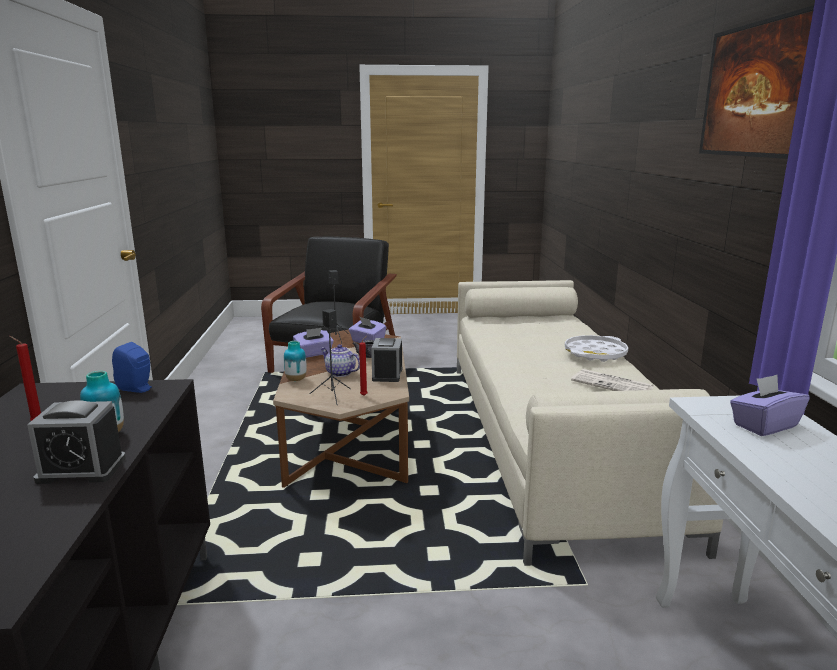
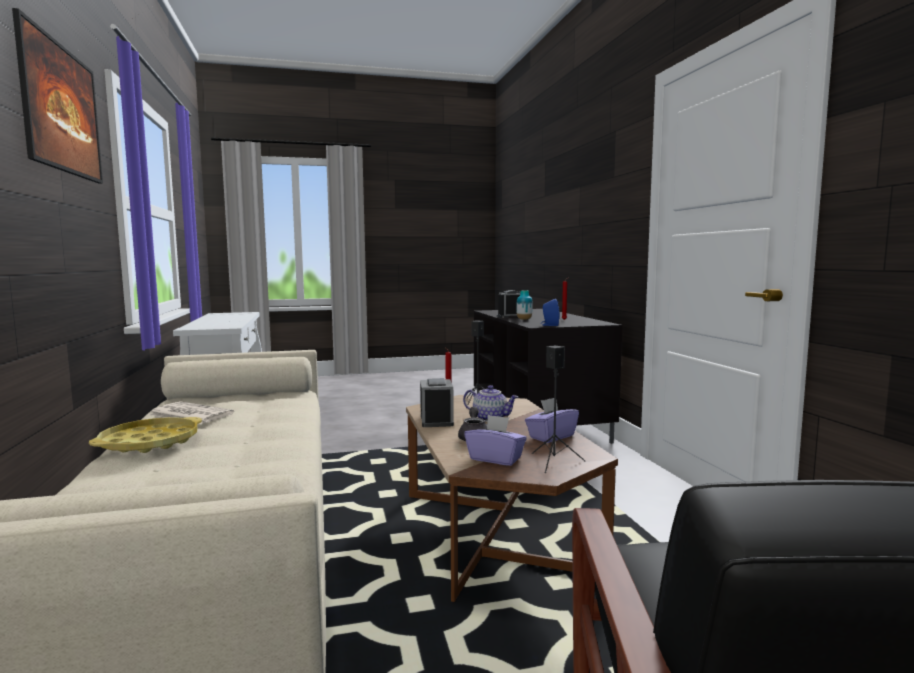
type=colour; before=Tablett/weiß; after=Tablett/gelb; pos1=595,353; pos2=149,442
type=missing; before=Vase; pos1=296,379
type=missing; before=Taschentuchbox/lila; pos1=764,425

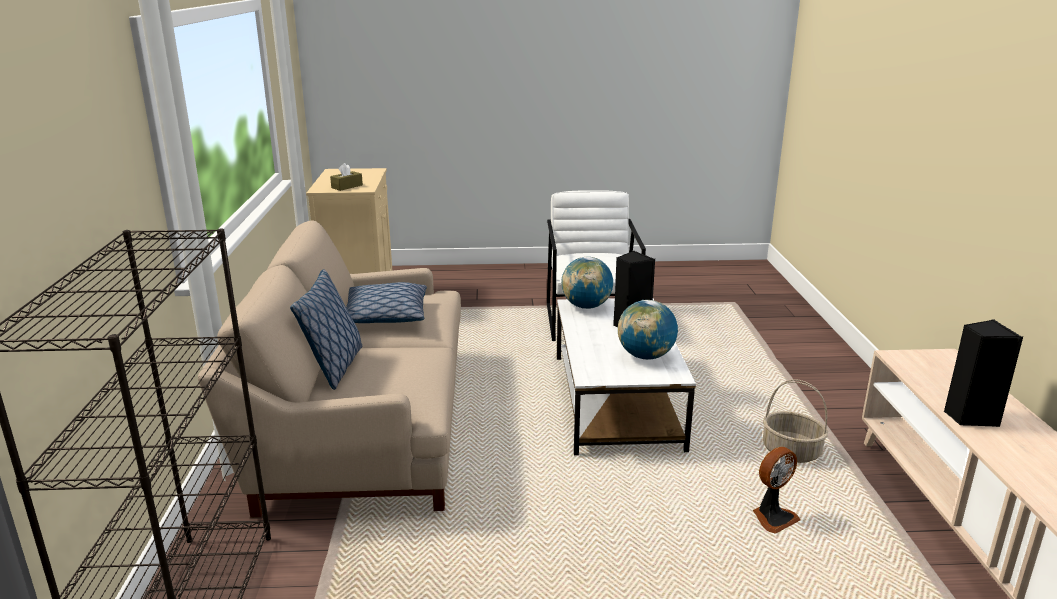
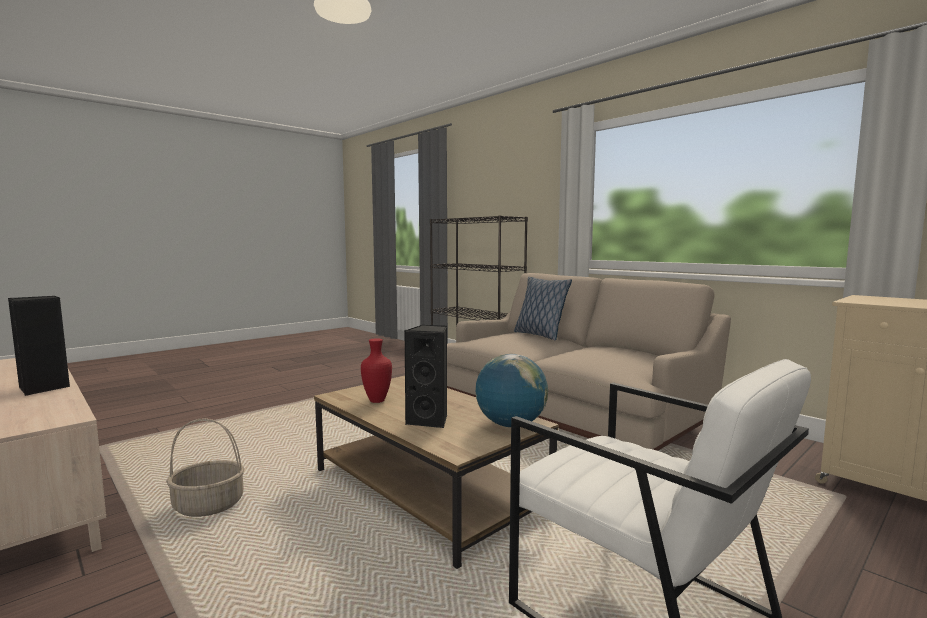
type=colour; before=Couchtisch/weiß; after=Couchtisch/braun; pos1=615,400; pos2=428,490
type=exchanged; before=Globus; after=Vase/rot; pos1=645,356; pos2=377,400
type=missing; before=Taschentuchbox/braun; pos1=347,186
type=missing; before=Kissen; pos1=385,316
type=missing; before=Ventilator; pos1=773,517

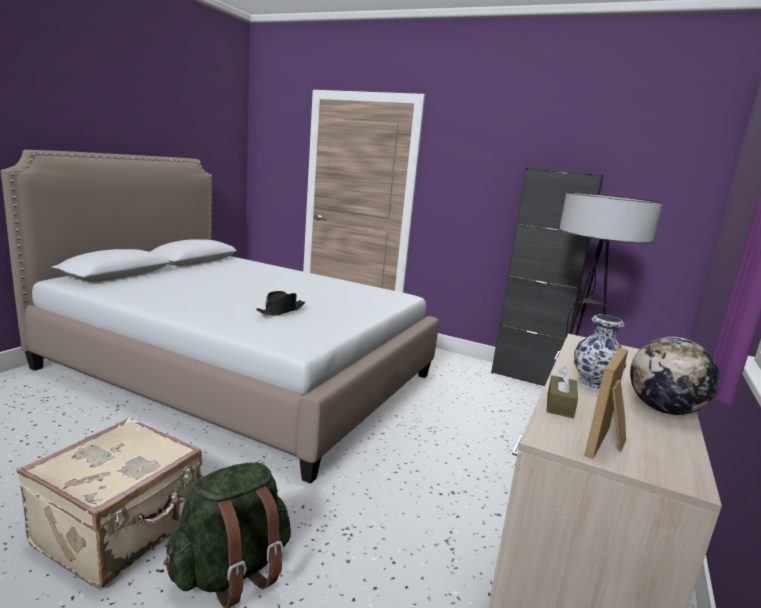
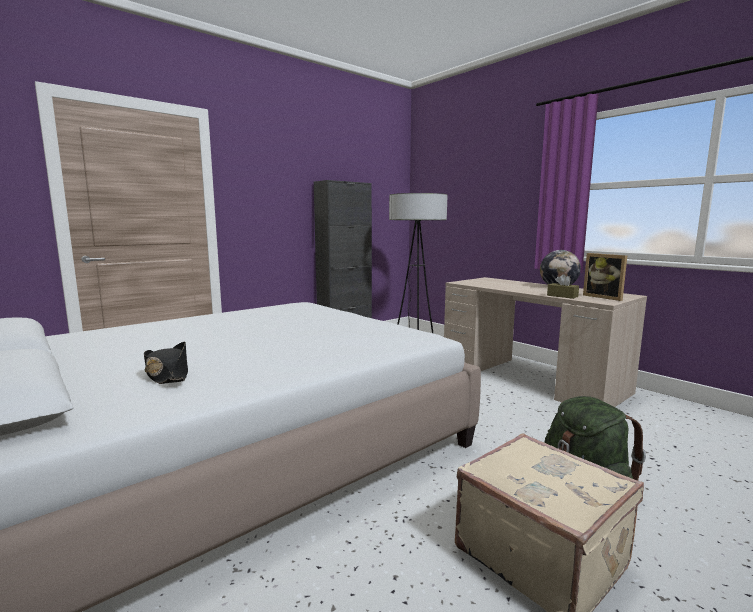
type=relocated; before=Hut/schwarz; pos1=281,311; pos2=167,374
type=missing; before=Vase; pos1=594,384

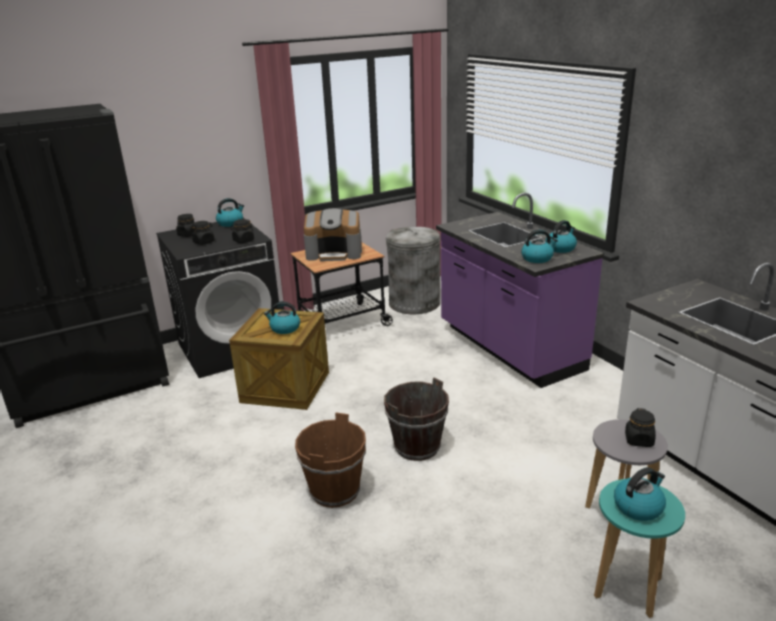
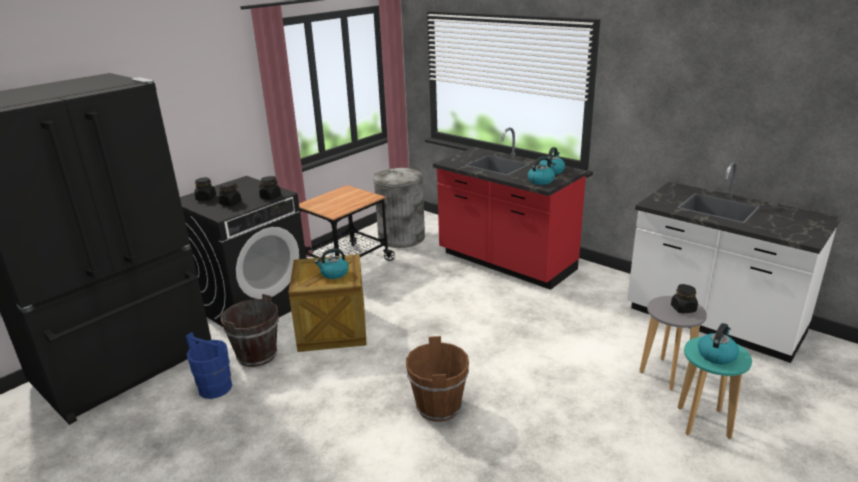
type=appeared; after=Eimer/blau; pos2=215,388
type=relocated; before=Eimer/braun; pos1=417,447; pos2=257,355
type=colour; before=Küchenzeile/lila; after=Küchenzeile/rot; pos1=508,348; pos2=505,263
type=missing; before=Wasserkessel; pos1=230,223
type=missing; before=Kaffeemaschine; pos1=334,253

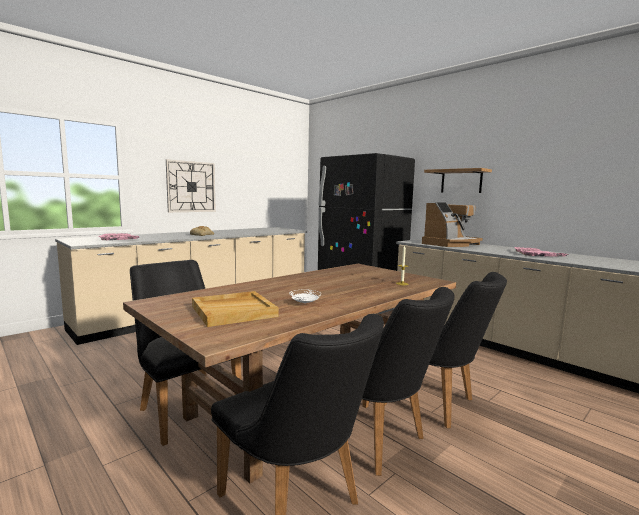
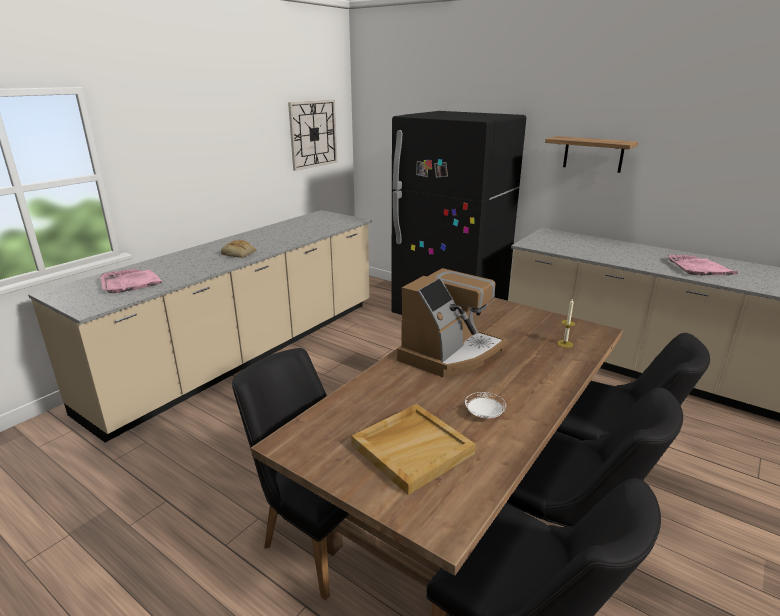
type=relocated; before=Wanduhr; pos1=191,186; pos2=313,134
type=relocated; before=Kaffeemaschine; pos1=450,244; pos2=450,354

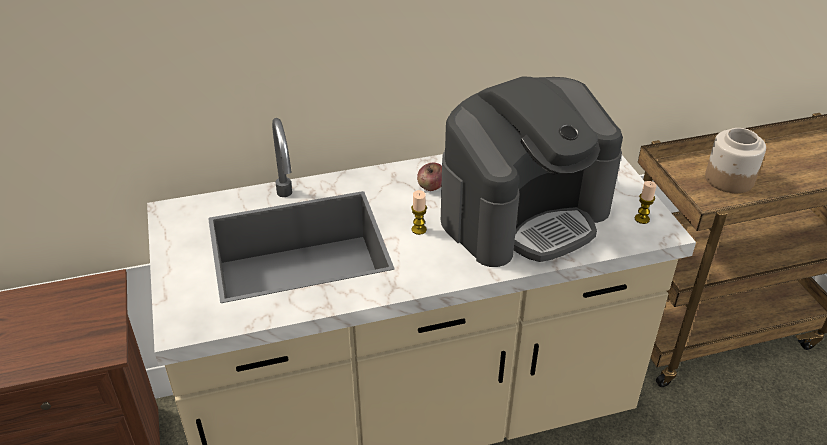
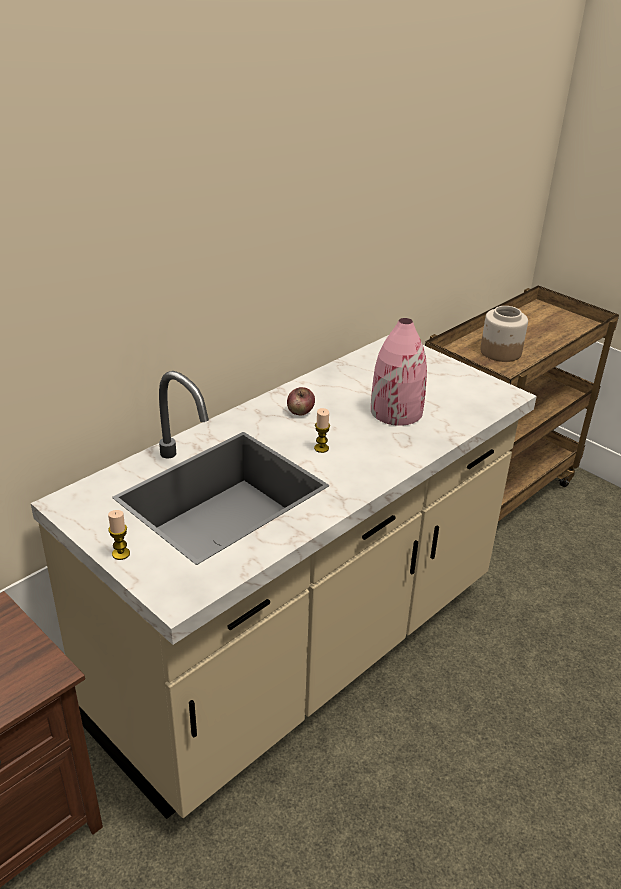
type=relocated; before=Kerze; pos1=642,219; pos2=121,554
type=exchanged; before=Kaffeemaschine; after=Vase/rosa; pos1=524,214; pos2=396,411

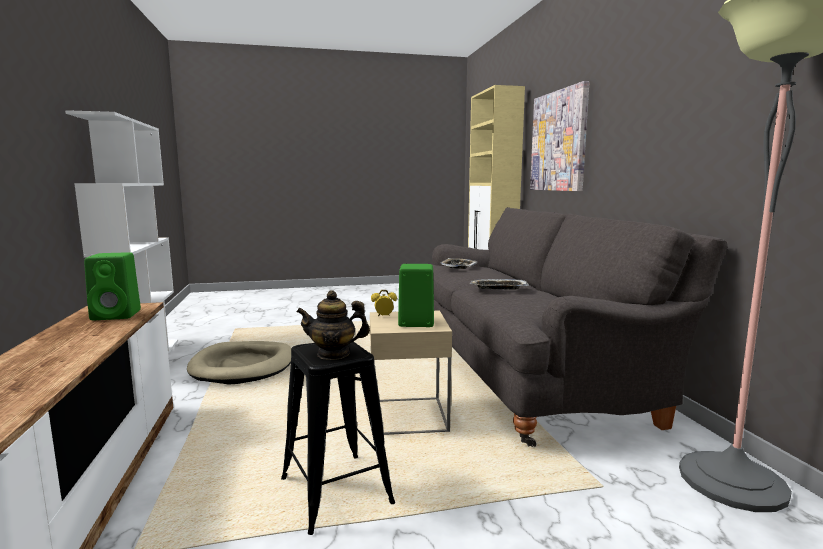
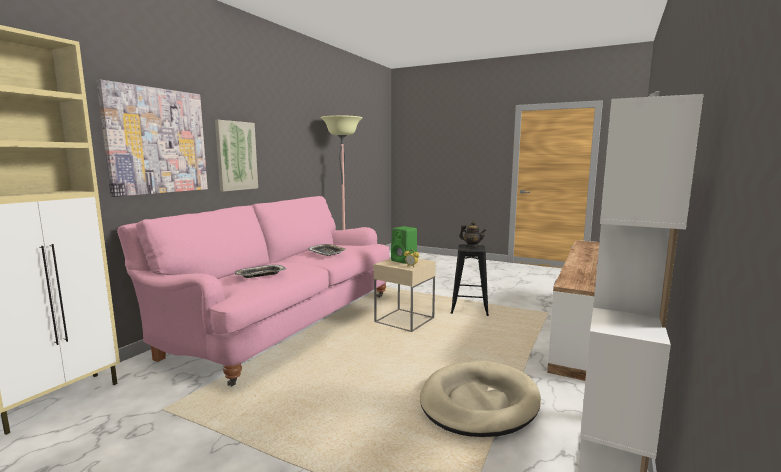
type=colour; before=Sofa/grau; after=Sofa/rosa; pos1=521,366; pos2=284,323
type=appeared; after=Bild; pos2=236,156
type=missing; before=Lautsprecher/grün; pos1=118,315

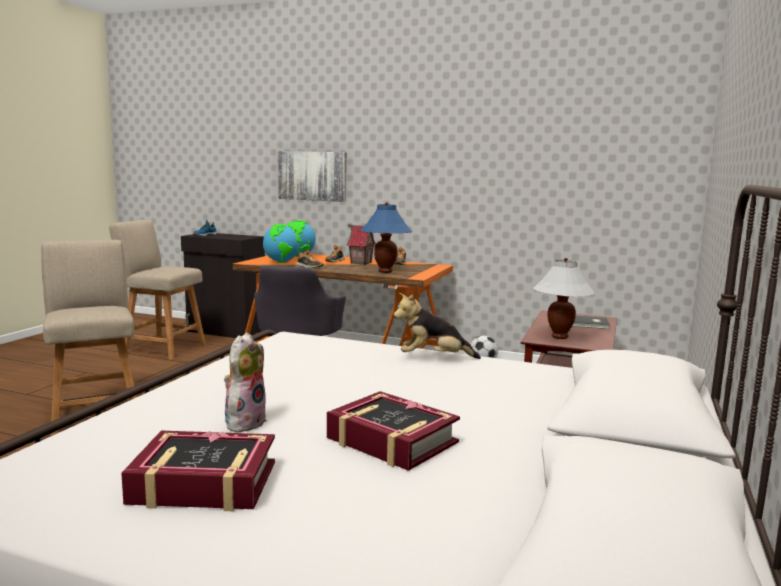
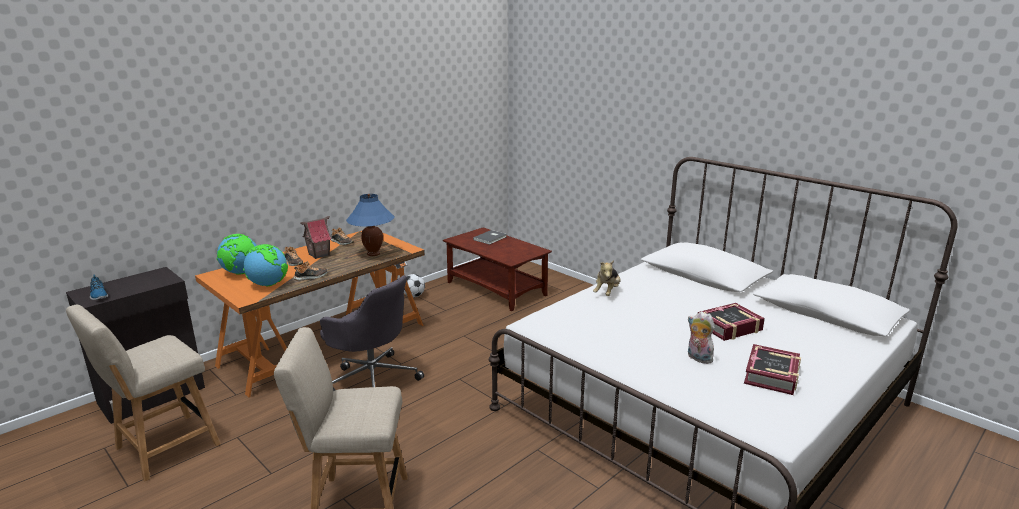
type=missing; before=Bild; pos1=312,176
type=missing; before=Tischlampe/weiß; pos1=559,337

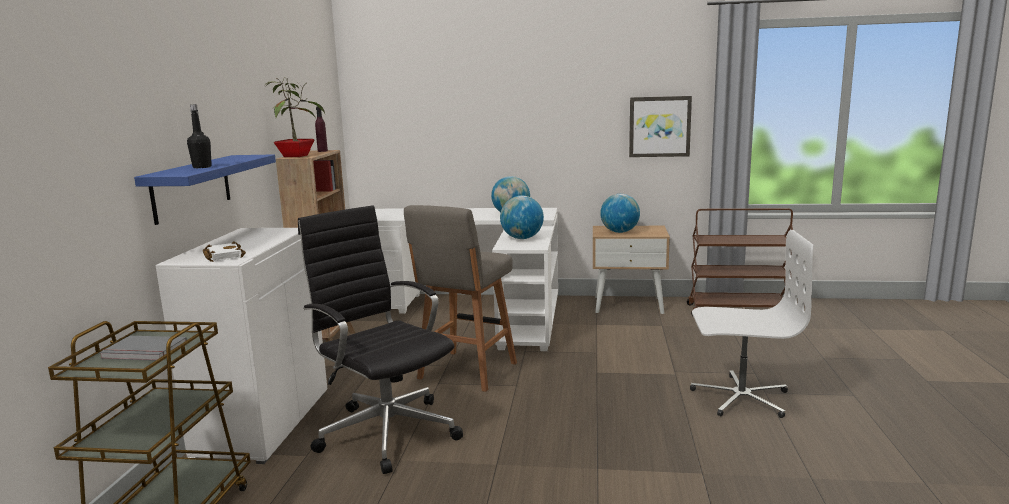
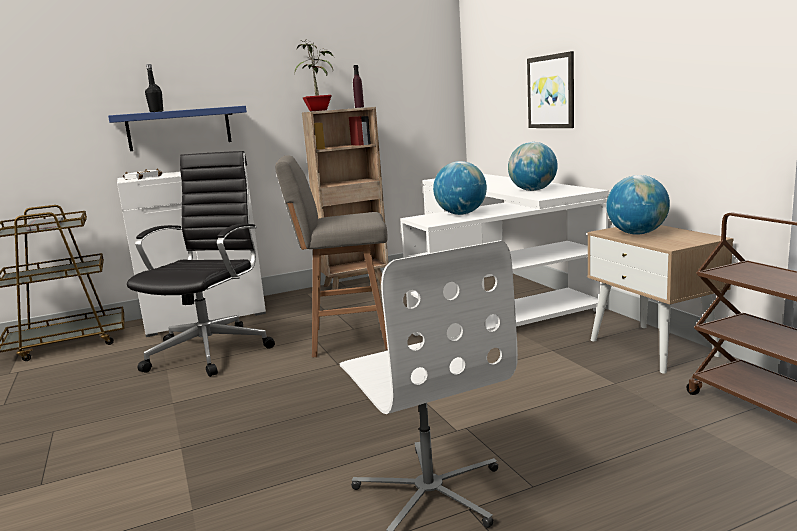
type=relocated; before=Bild; pos1=659,126; pos2=551,91

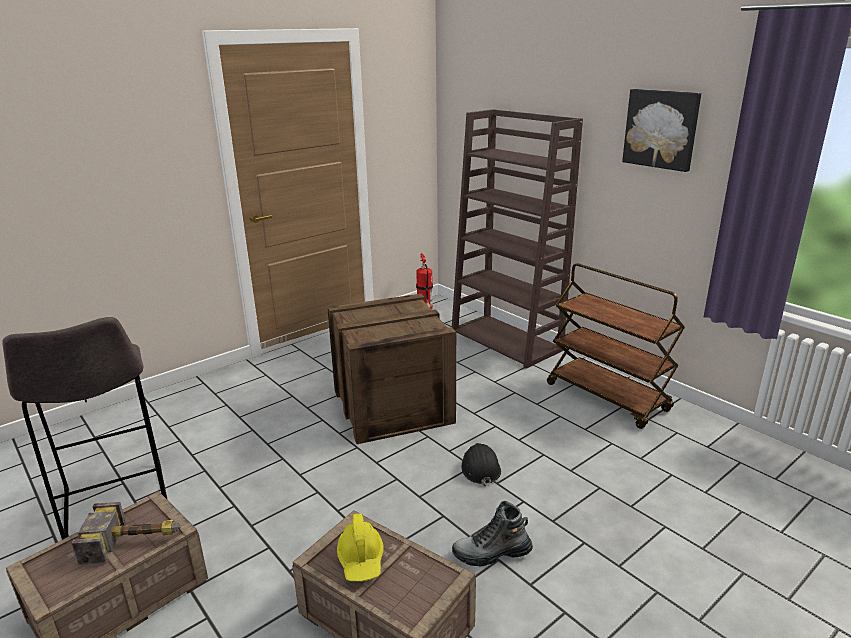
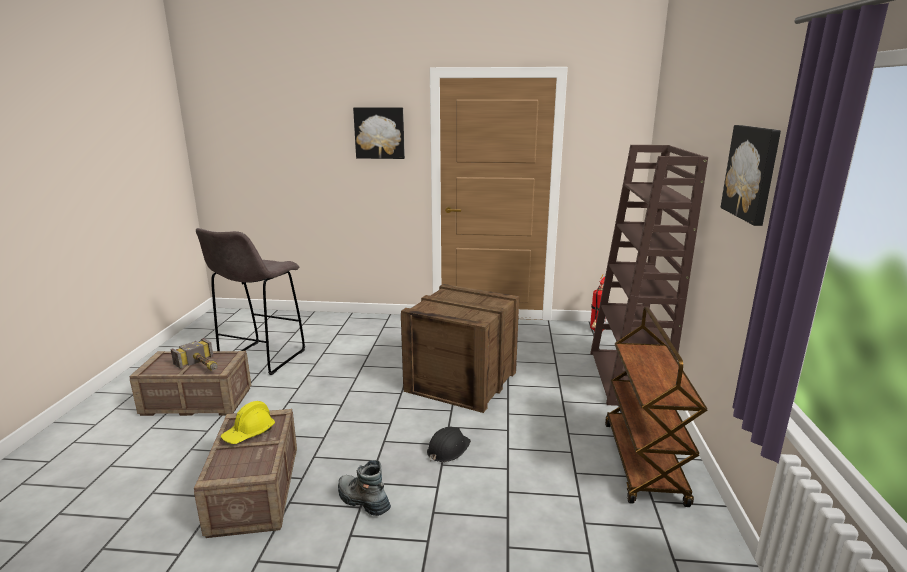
type=appeared; after=Bild; pos2=379,133

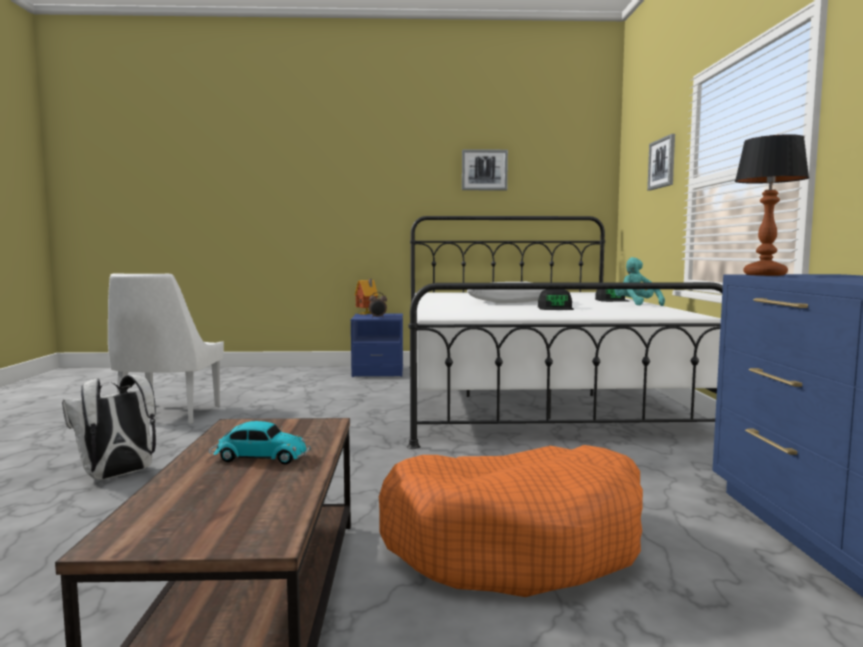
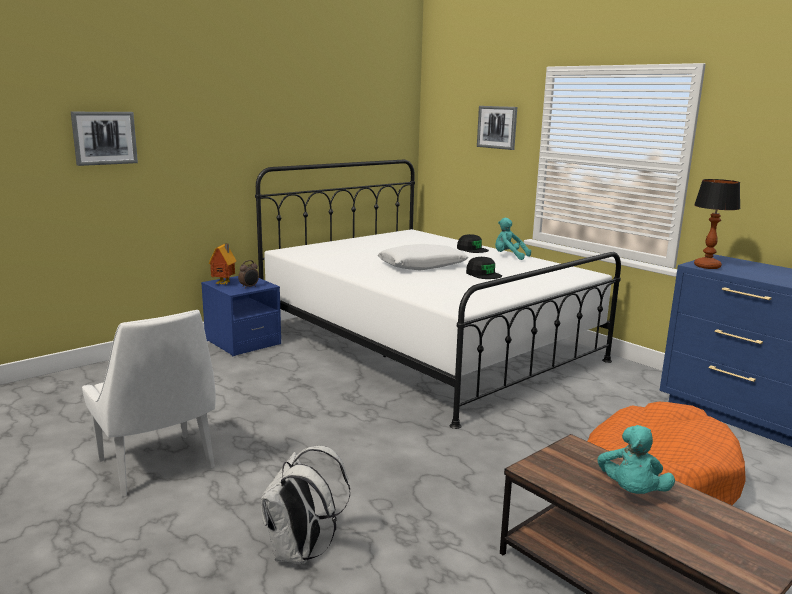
type=relocated; before=Bild; pos1=484,170; pos2=104,138
type=exchanged; before=Spielzeugauto; after=Plüschtier/türkis; pos1=258,457; pos2=631,492

